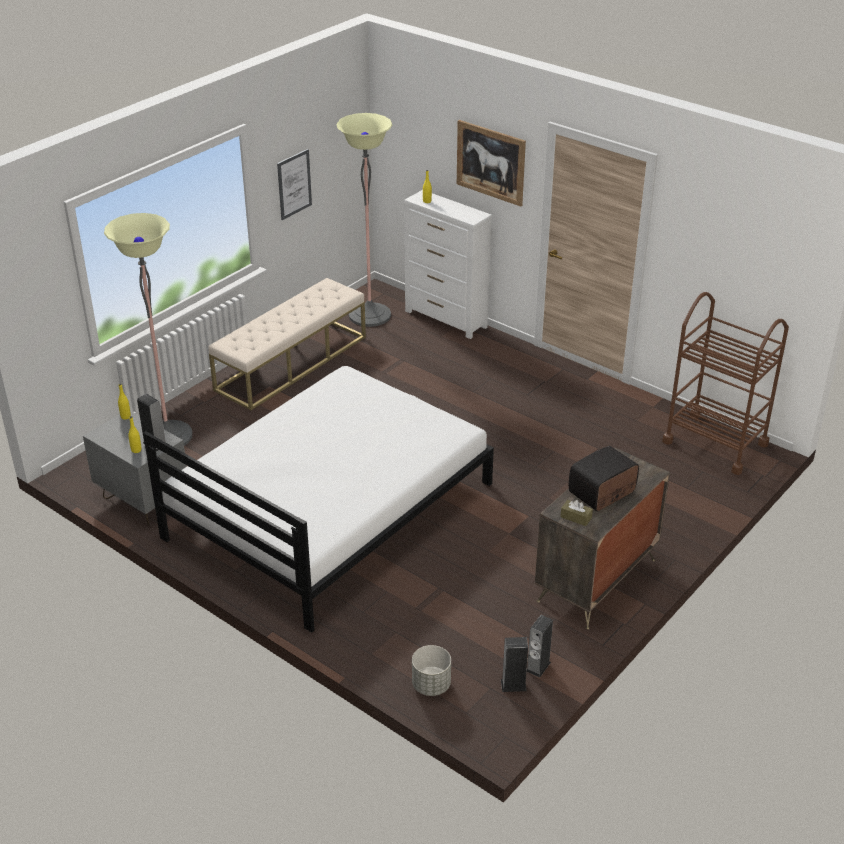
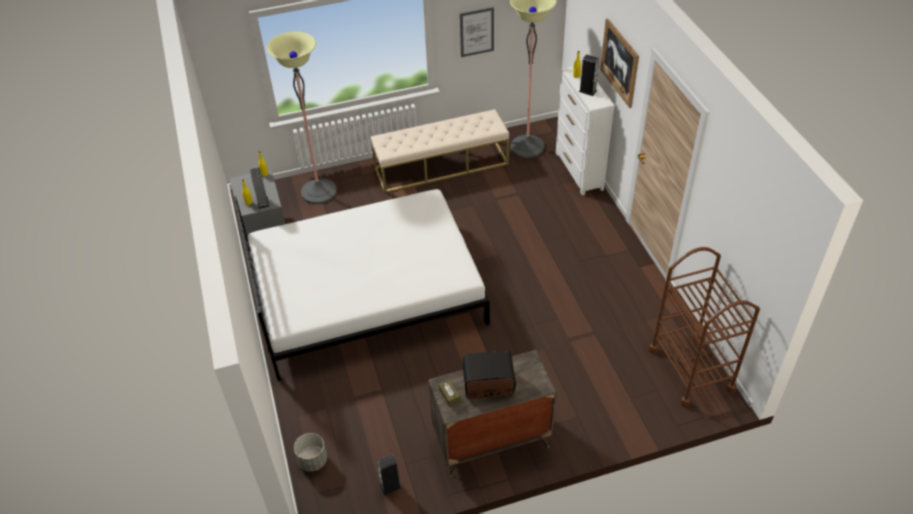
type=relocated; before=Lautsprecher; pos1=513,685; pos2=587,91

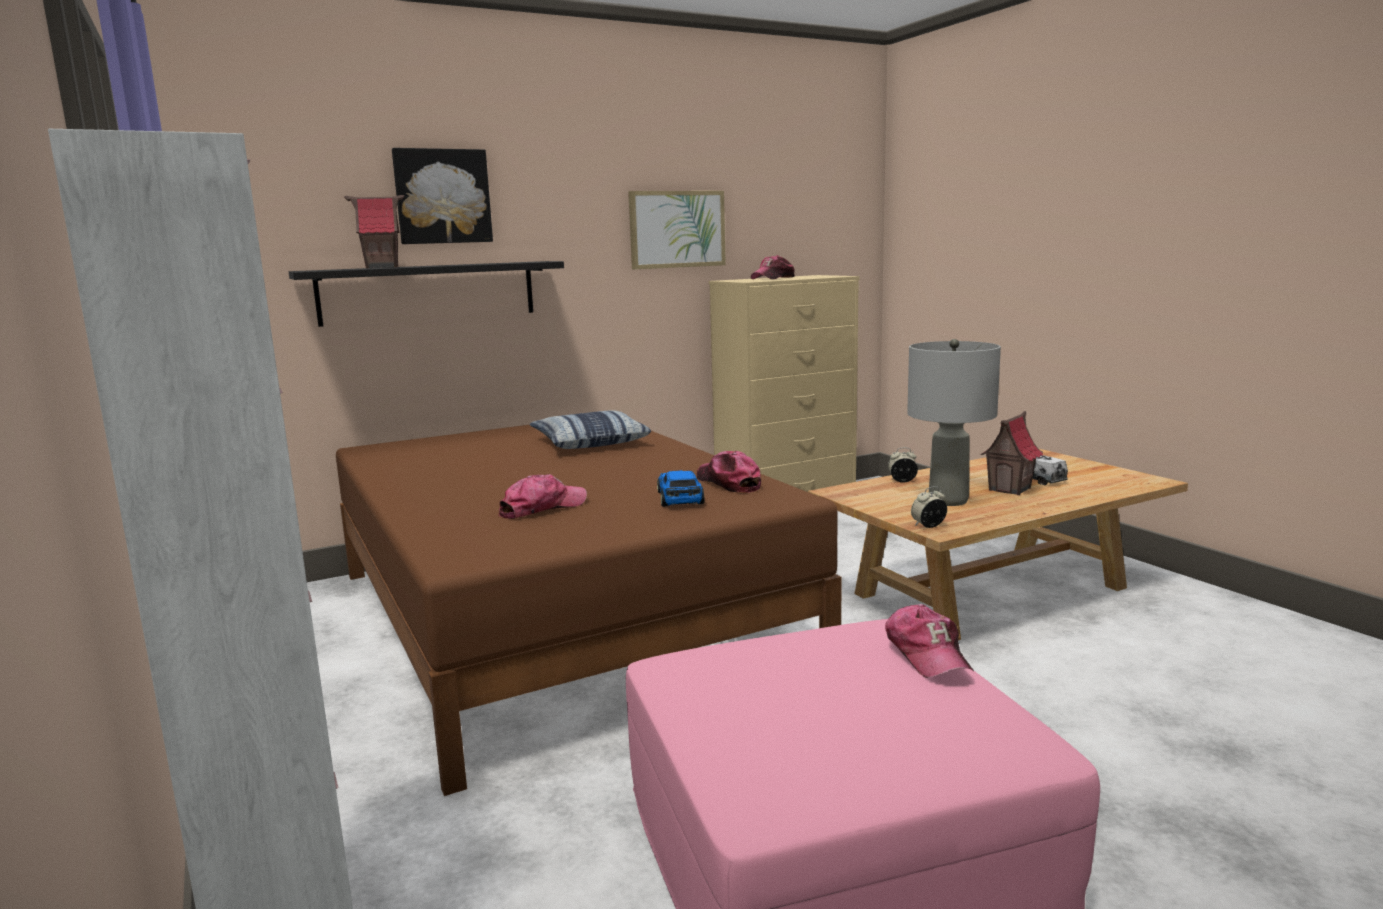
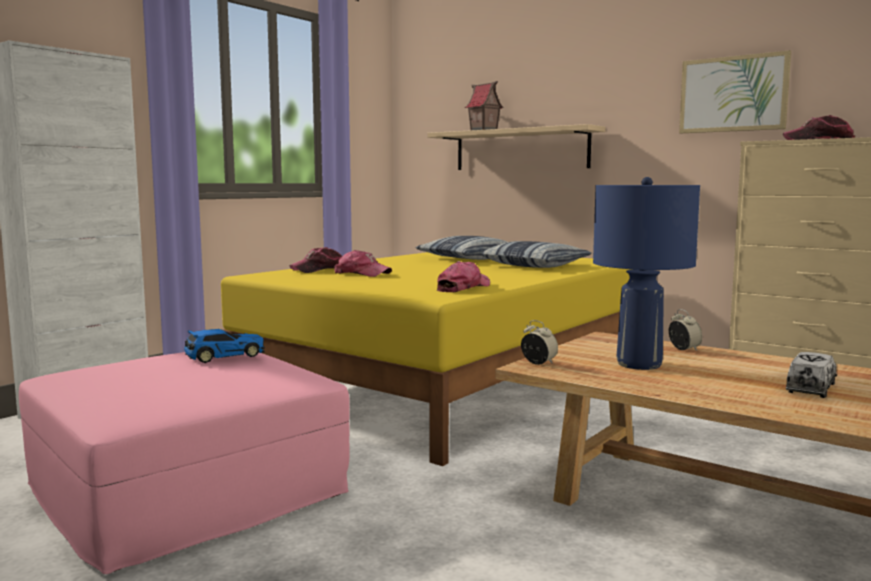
type=relocated; before=Spielzeugauto; pos1=679,498; pos2=223,356
type=colour; before=Bett/braun; after=Bett/gelb; pos1=560,618; pos2=450,381
type=relocated; before=Kappe; pos1=927,654; pos2=319,270
type=appeared; after=Kissen; pos2=466,259
type=colour; before=Wandregal/schwarz; after=Wandregal/beige; pos1=428,292; pos2=520,150
type=colour; before=Tischlampe/grau; after=Tischlampe/blau; pos1=947,500; pos2=639,364
type=missing; before=Bild; pos1=442,196
type=missing; before=Spielzeughaus; pos1=1010,489

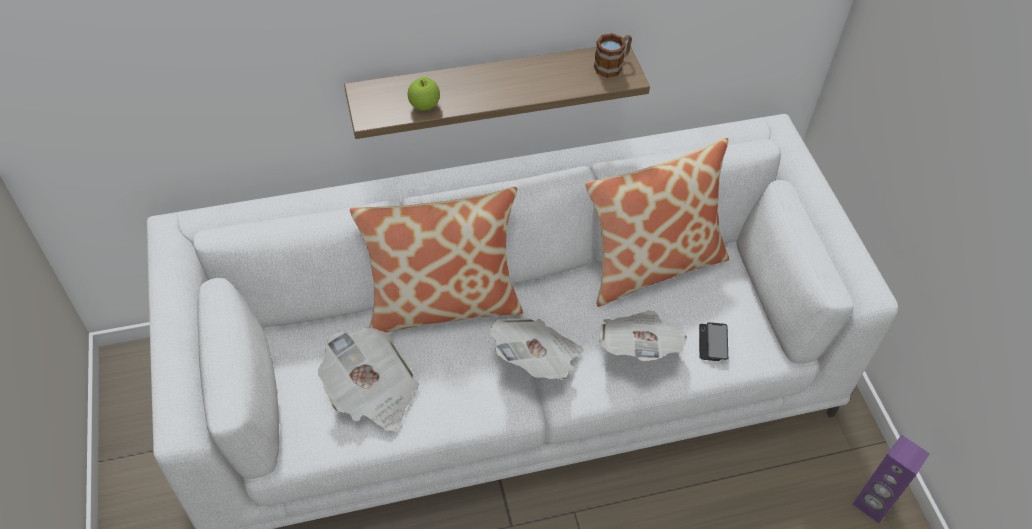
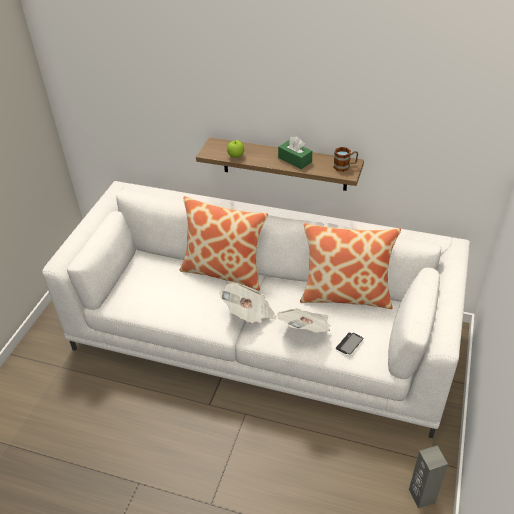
type=appeared; after=Taschentuchbox/grün; pos2=295,160
type=colour; before=Lautsprecher/lila; after=Lautsprecher/grau; pos1=872,504; pos2=421,496
type=missing; before=Zeitung; pos1=372,393

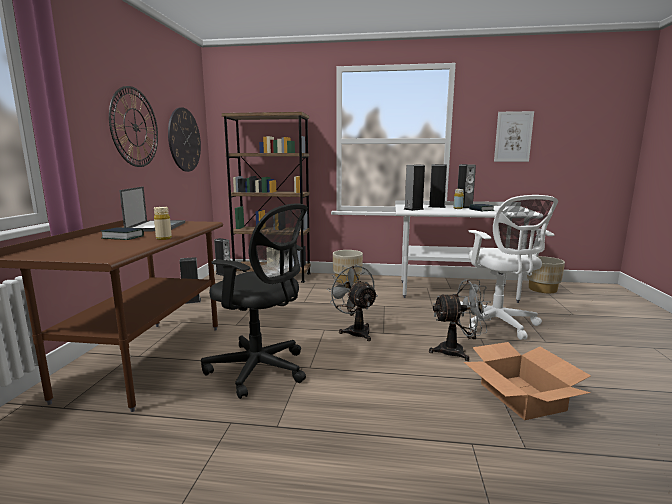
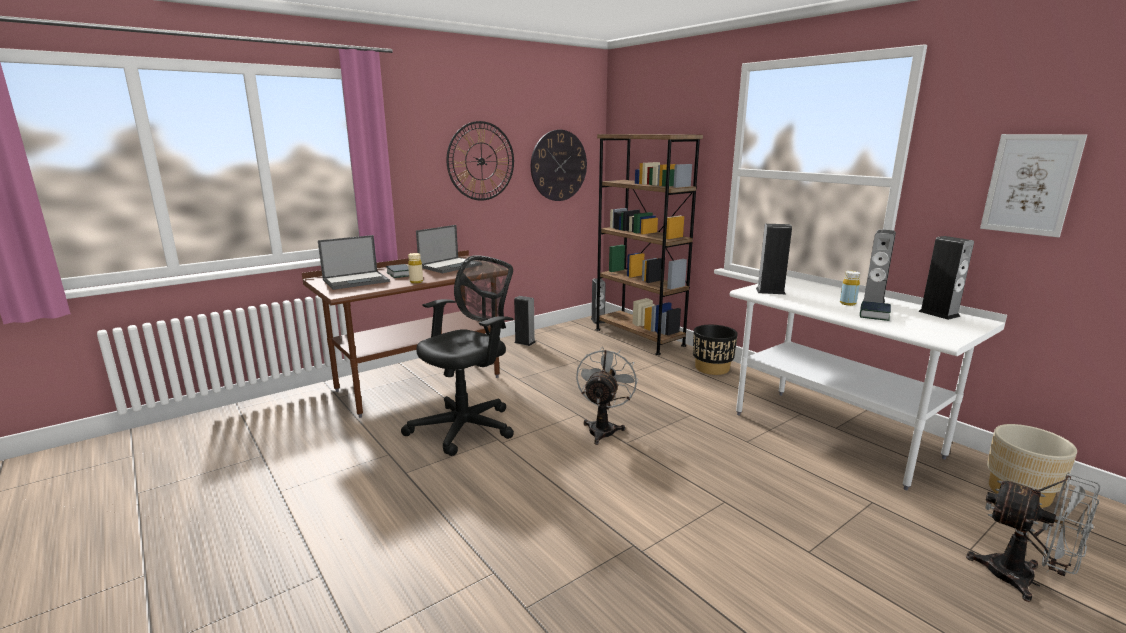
type=appeared; after=Laptop; pos2=357,280
type=spun; before=Bürostuhl/schwarz; pos1=261,370; pos2=467,427; turn=-120
type=colour; before=Pflanzkübel/beige; after=Pflanzkübel/schwarz; pos1=347,280; pos2=712,368
type=relocated; before=Lautsprecher; pos1=436,206; pos2=938,314
type=relocated; before=Ventilator/grau; pos1=458,351; pos2=1023,580
type=missing; before=Bürostuhl/weiß; pos1=498,324
type=missing; before=Karton; pos1=521,397

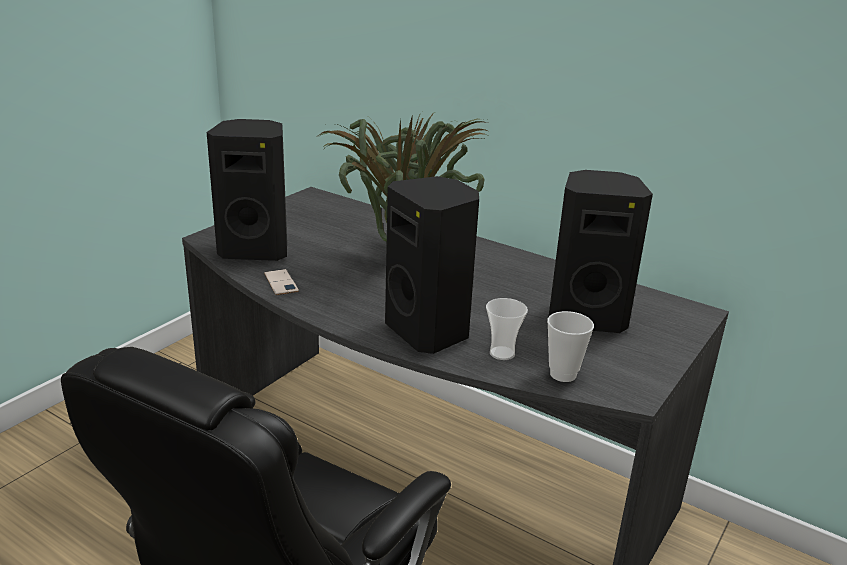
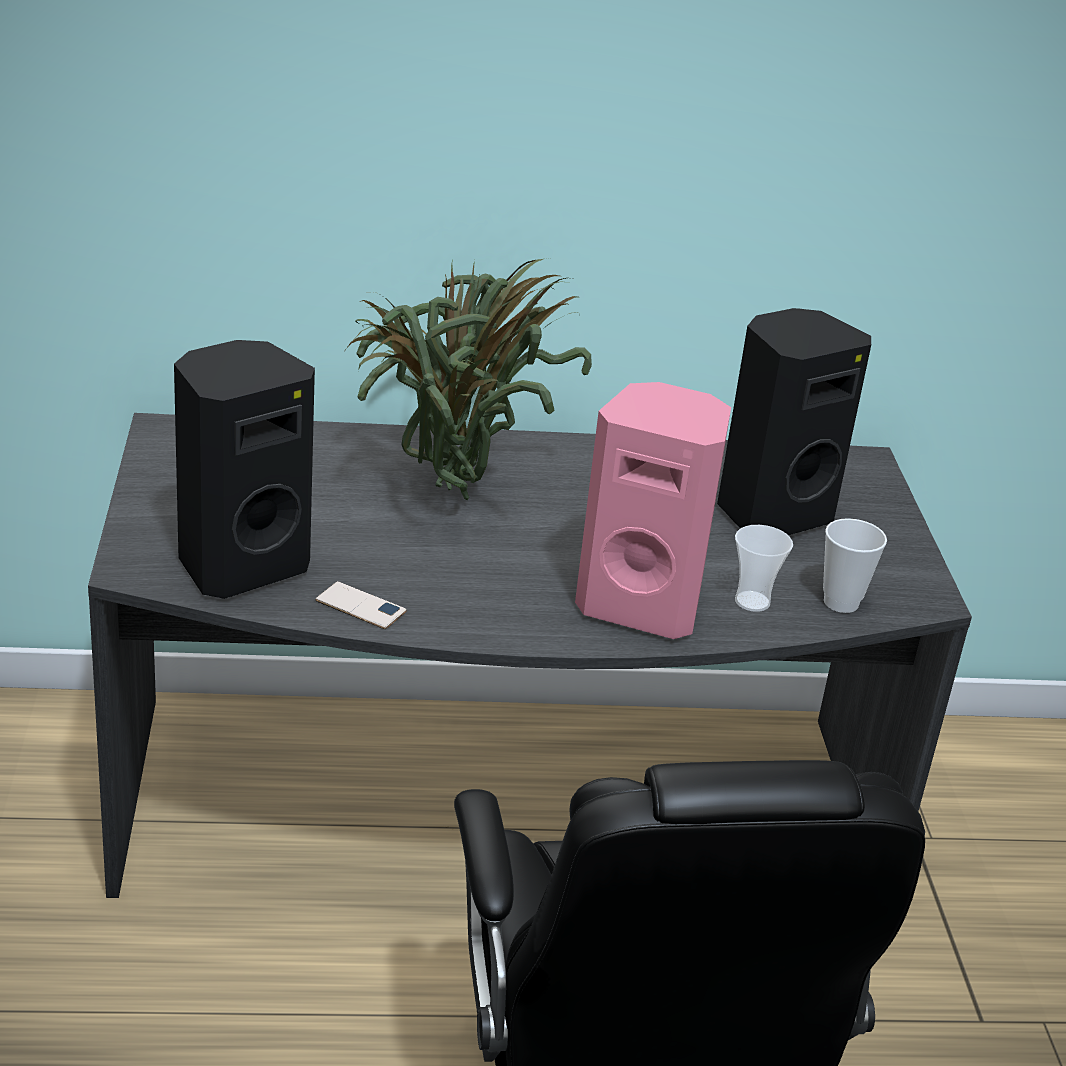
type=colour; before=Lautsprecher/schwarz; after=Lautsprecher/rosa; pos1=430,332; pos2=642,605

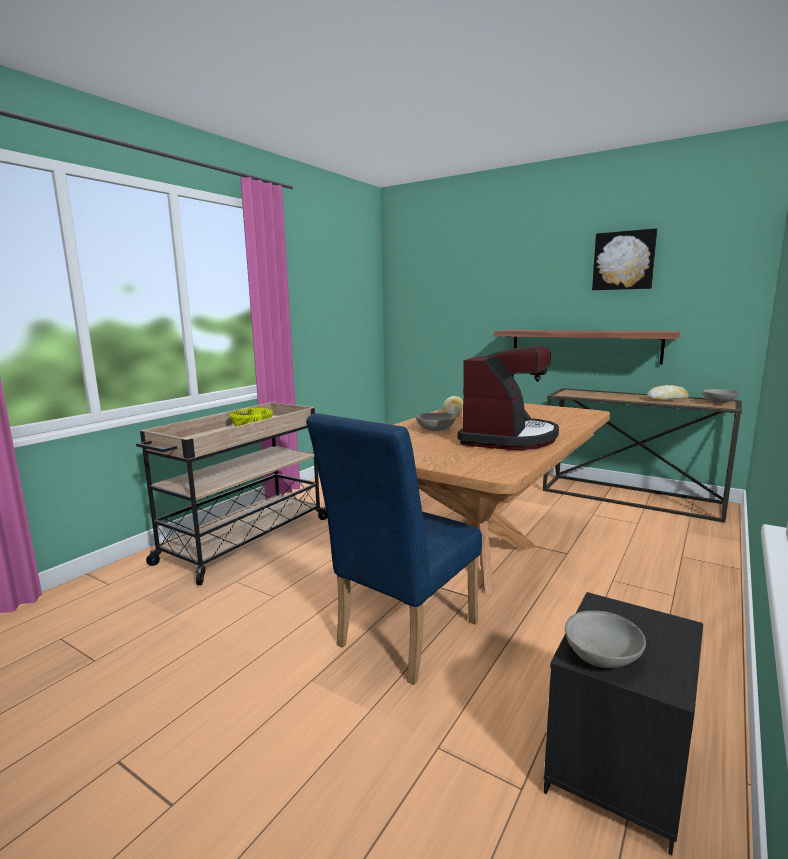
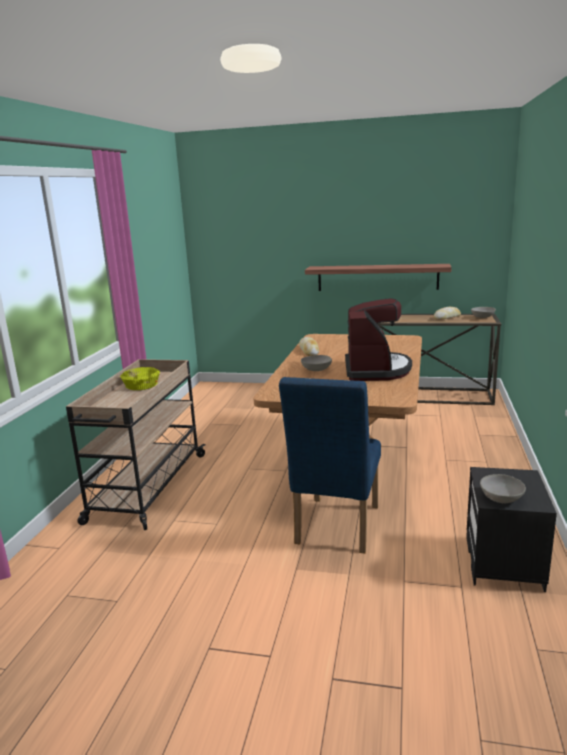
type=missing; before=Bild; pos1=624,260

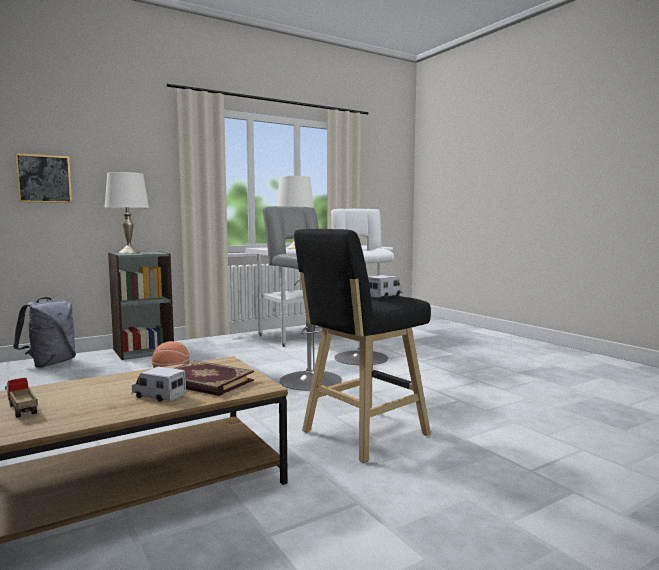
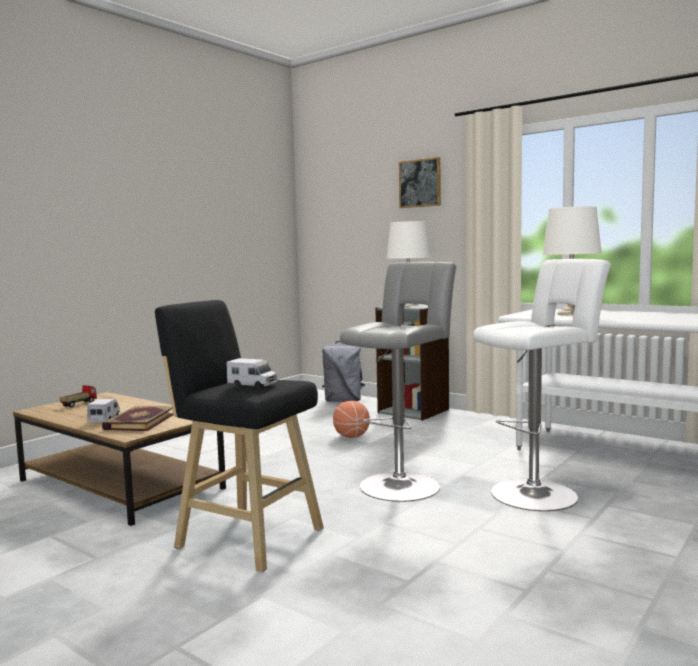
type=relocated; before=Bild; pos1=44,179; pos2=420,183

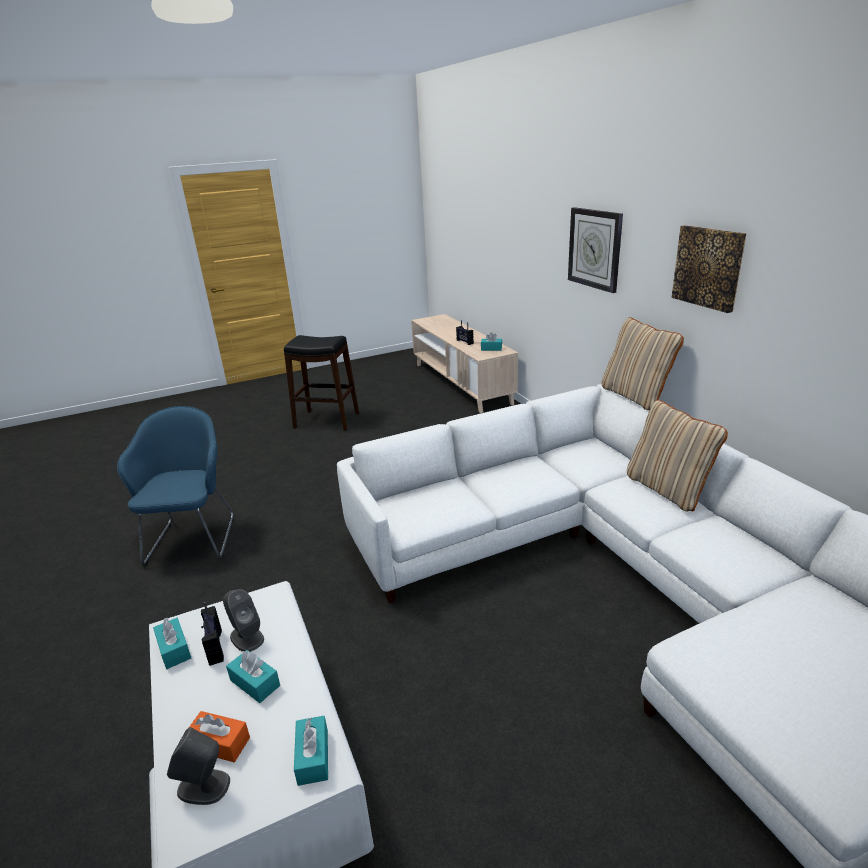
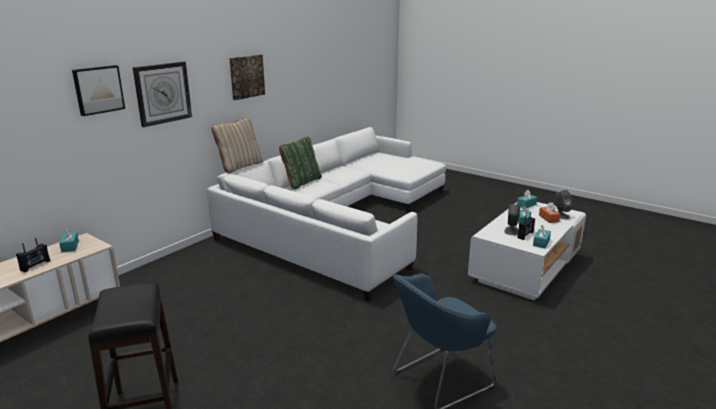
type=appeared; after=Bild; pos2=98,89
type=colour; before=Kissen/beige; after=Kissen/grün; pos1=667,489; pos2=301,182

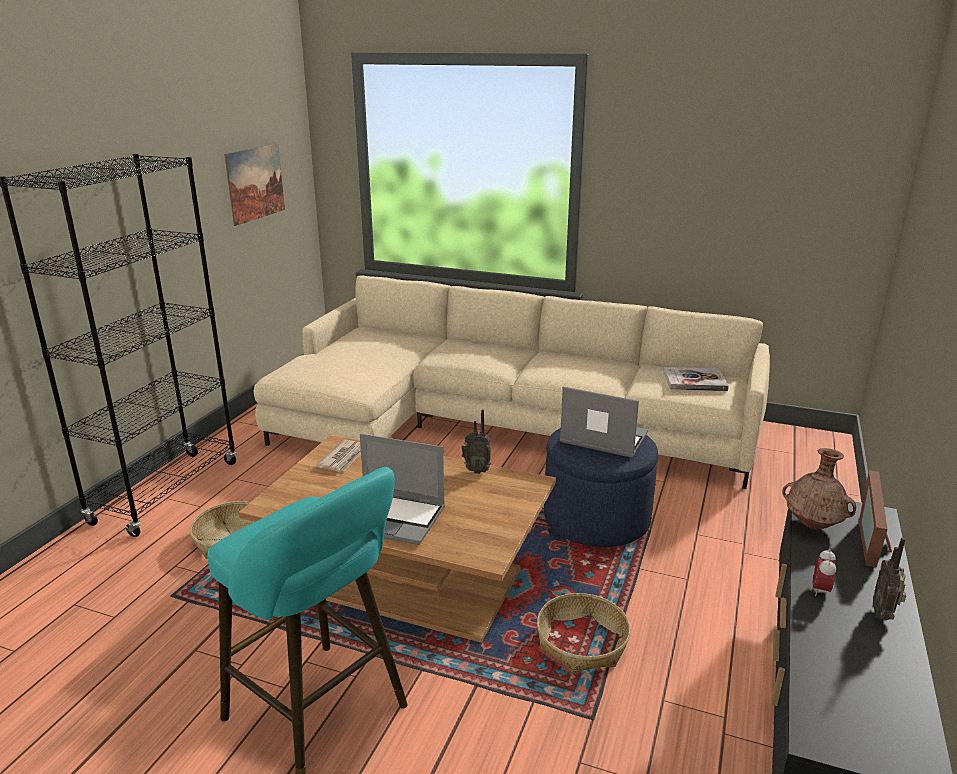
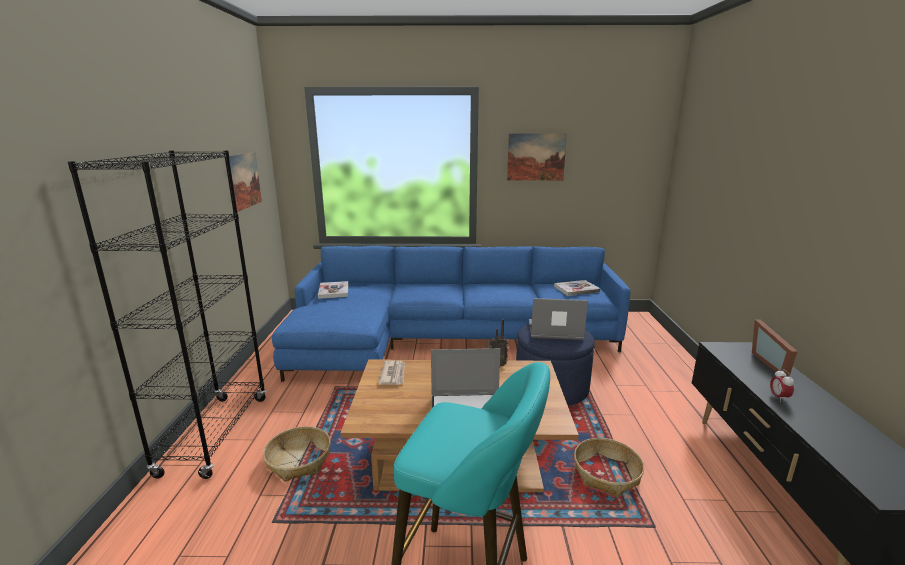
type=colour; before=Sofa/beige; after=Sofa/blau; pos1=496,425; pos2=443,338
type=appeared; after=Buch; pos2=333,291
type=appeared; after=Bild; pos2=536,157
type=missing; before=Vase/braun; pos1=813,526
type=missing; before=Radio; pos1=883,614

